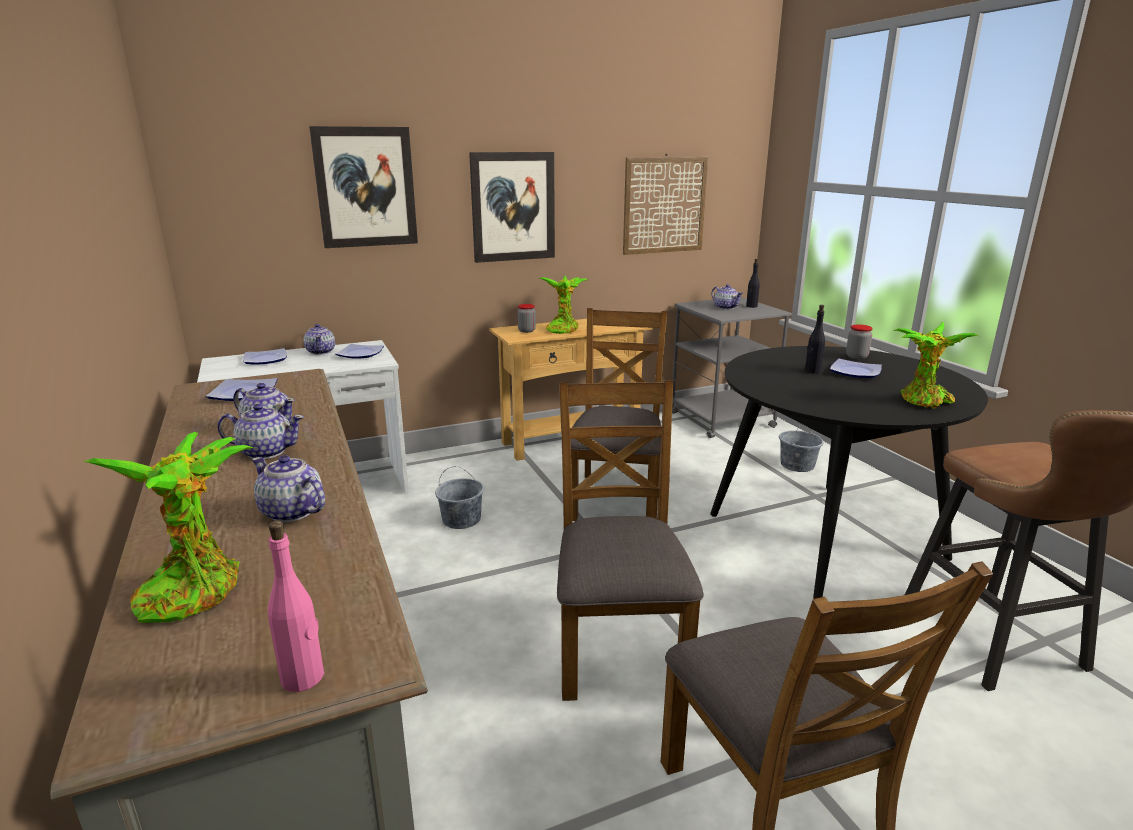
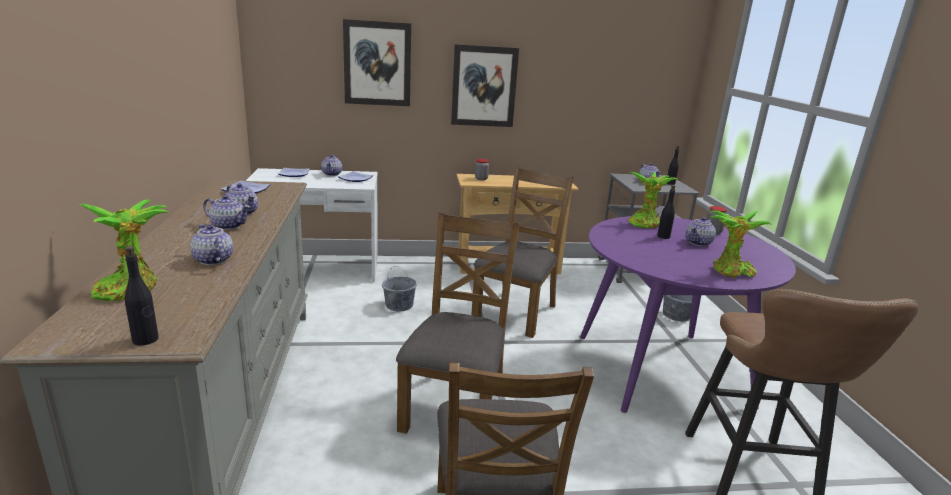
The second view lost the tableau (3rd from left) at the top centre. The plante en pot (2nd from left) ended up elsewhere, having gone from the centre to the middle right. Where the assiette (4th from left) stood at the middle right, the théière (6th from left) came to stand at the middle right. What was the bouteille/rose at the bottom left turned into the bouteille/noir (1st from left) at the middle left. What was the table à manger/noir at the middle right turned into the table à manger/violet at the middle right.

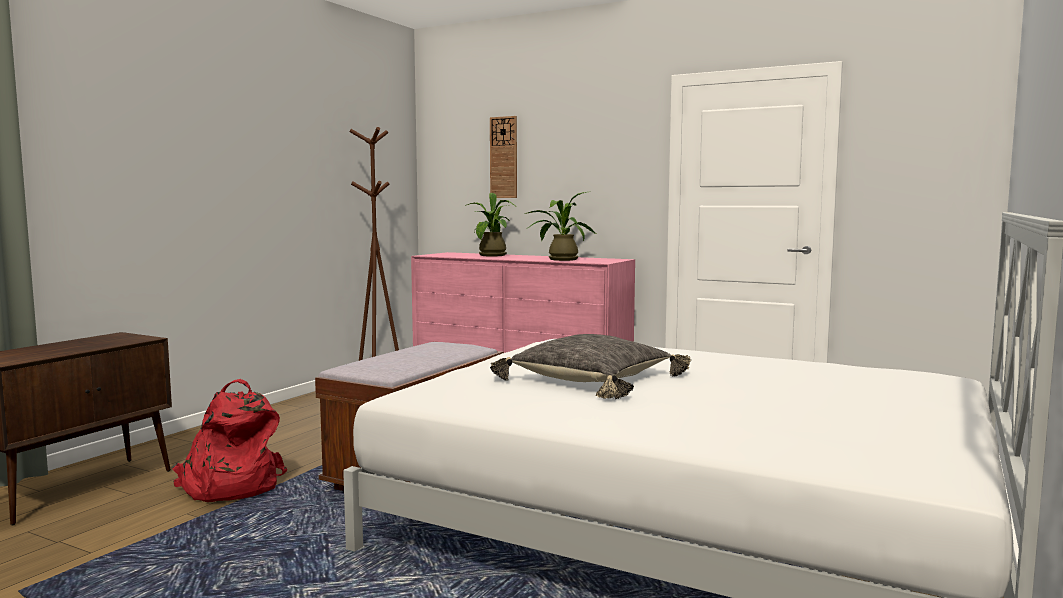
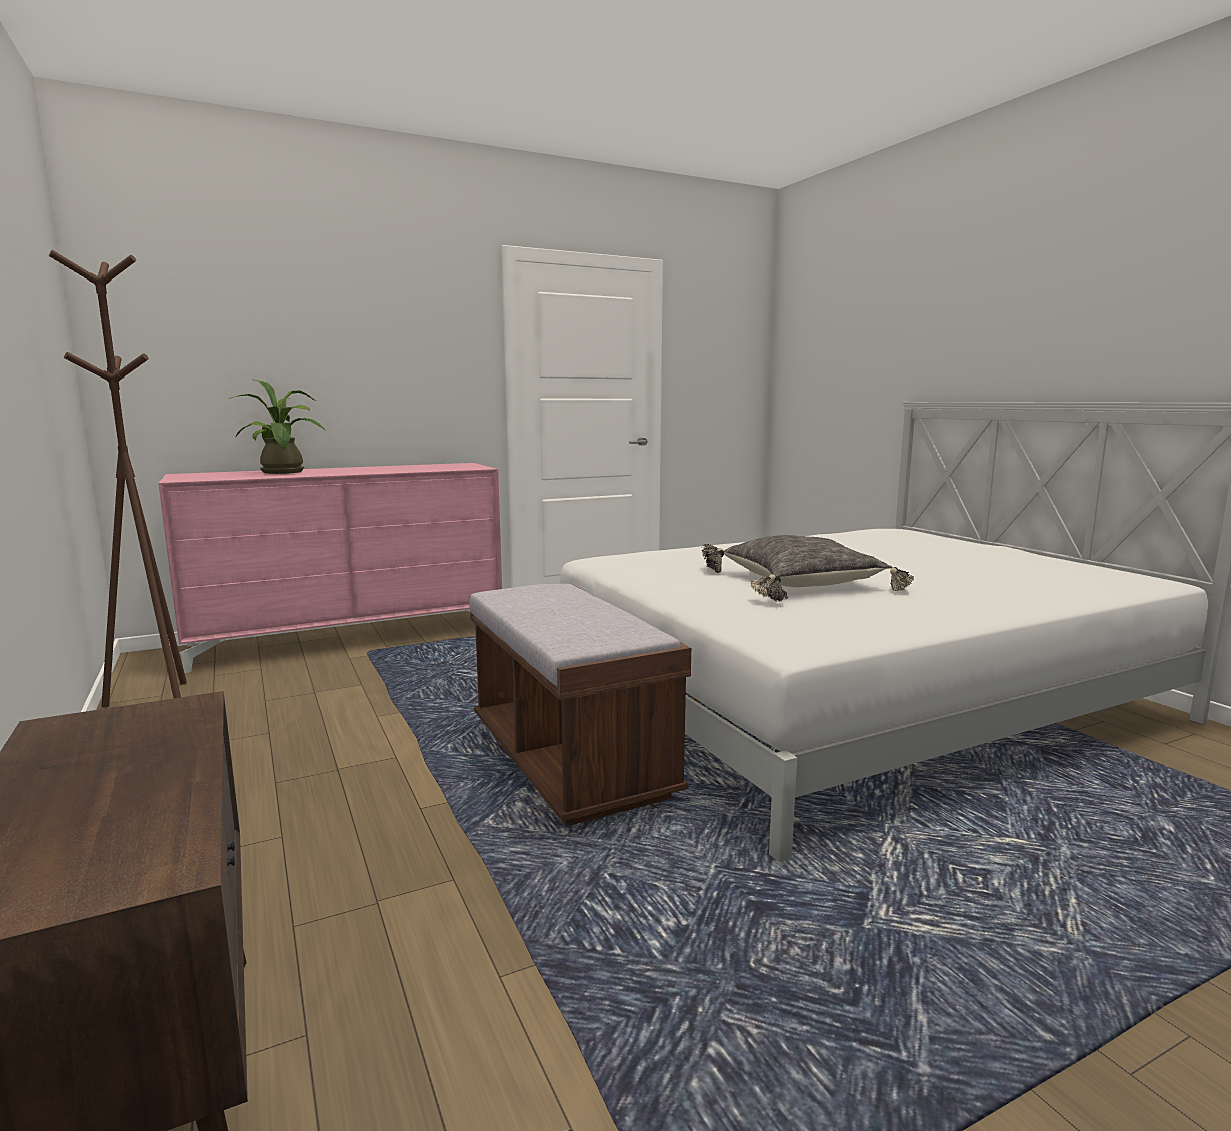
The second view lost the sac à dos/rouge at the bottom left. The second view lost the horloge murale at the top centre. The second view lost the plante en pot (2nd from left) at the centre.

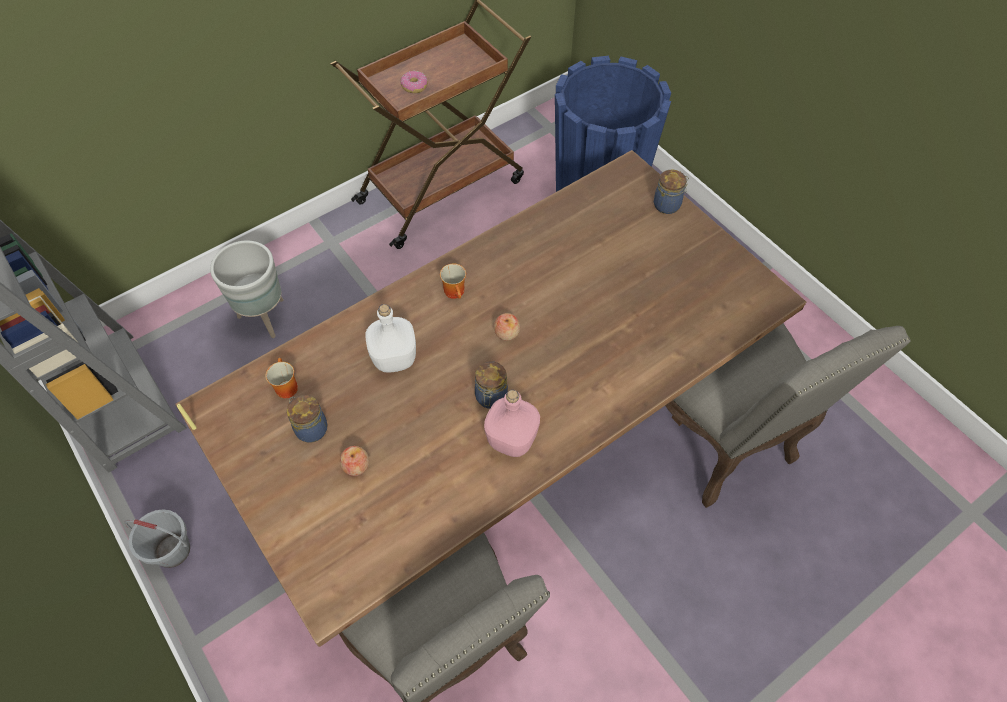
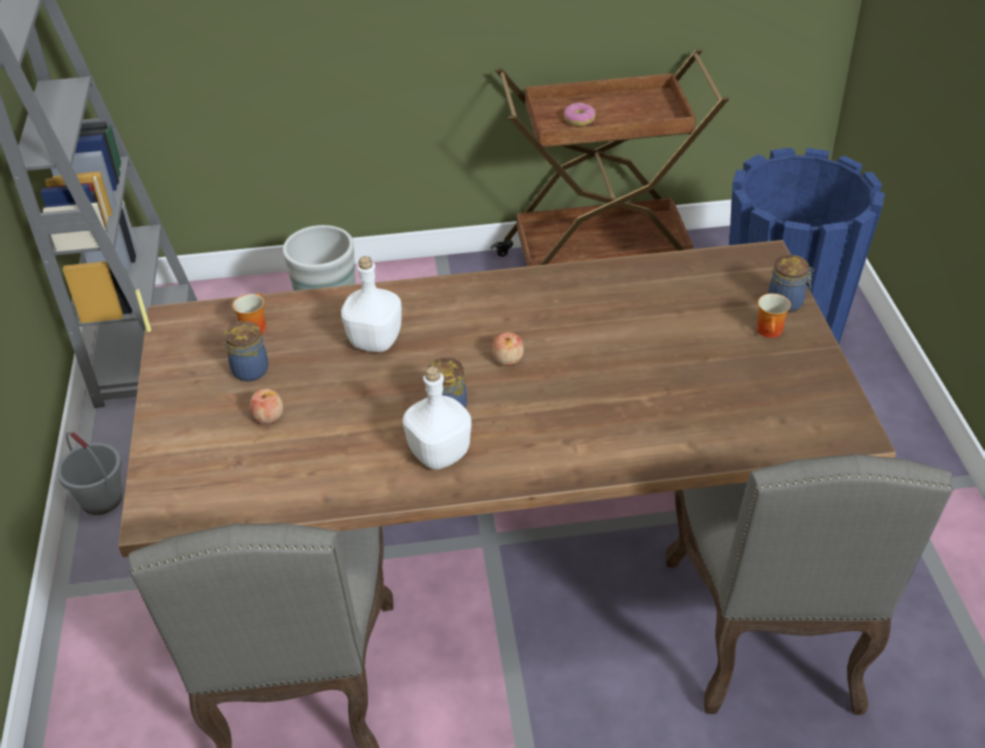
The mug (2nd from left) ended up elsewhere, having gone from the centre to the middle right. What was the bouteille/rose at the centre turned into the bouteille/blanc (2nd from left) at the centre.

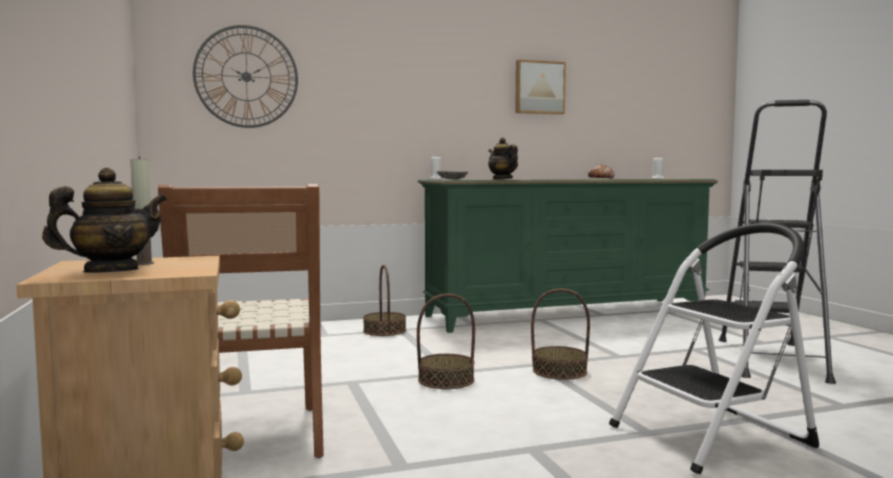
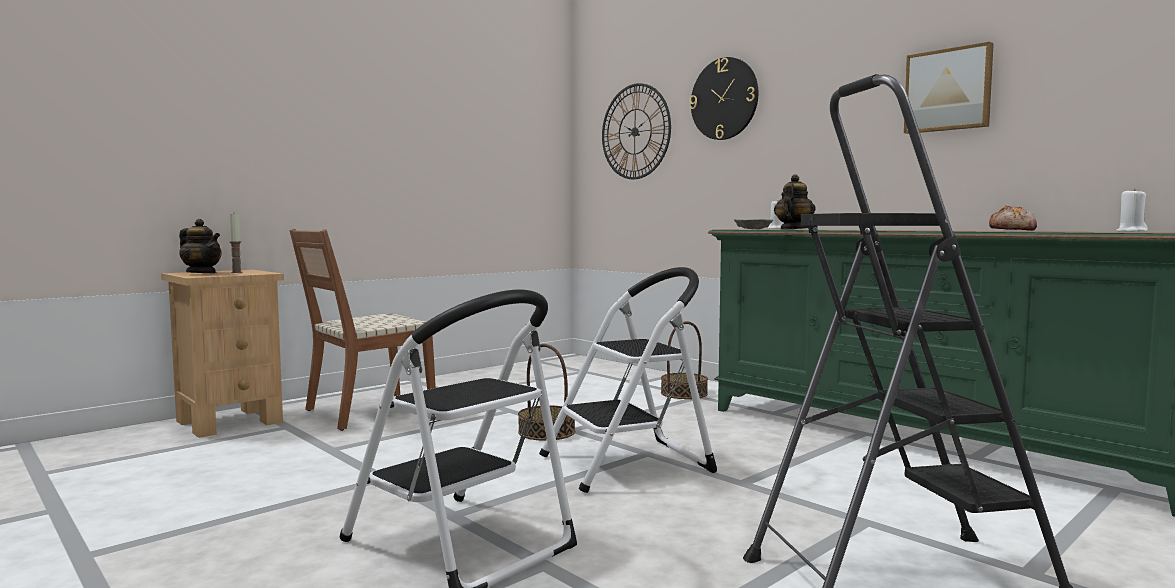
The second view gained the horloge murale (2nd from left) at the top centre. Where the panier (3rd from left) stood at the bottom centre, the escabeau (2nd from left) came to stand at the centre.

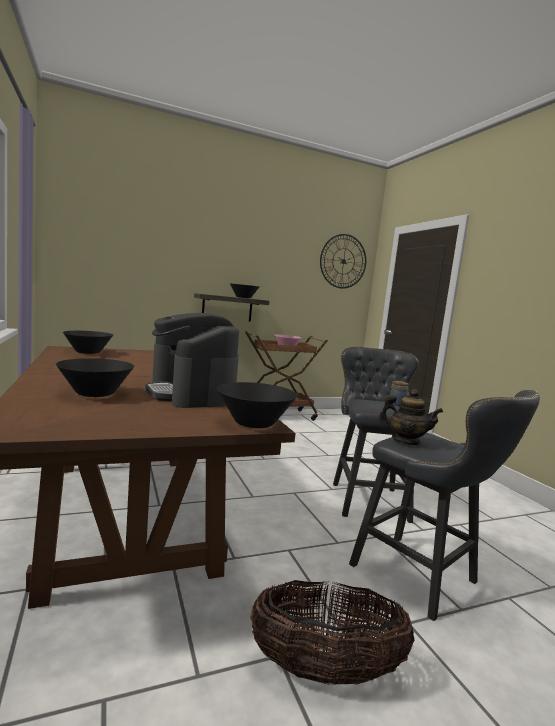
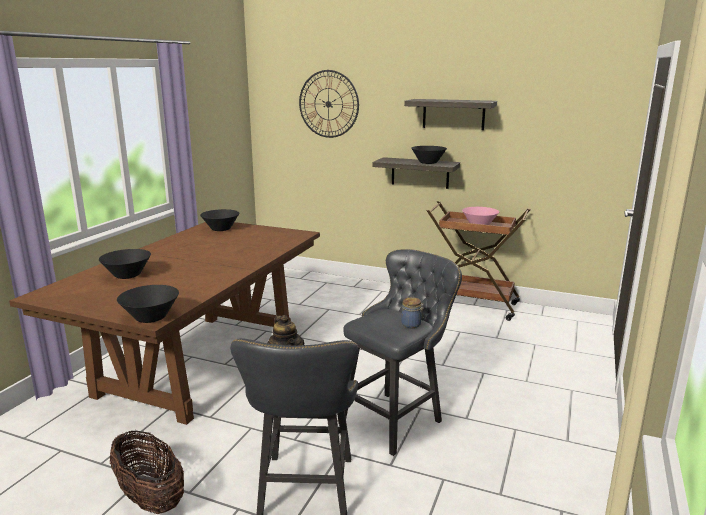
The second view lost the machine à café at the centre. The second view gained the étagère (2nd from left) at the top centre. The horloge murale ended up elsewhere, having gone from the centre to the top centre.

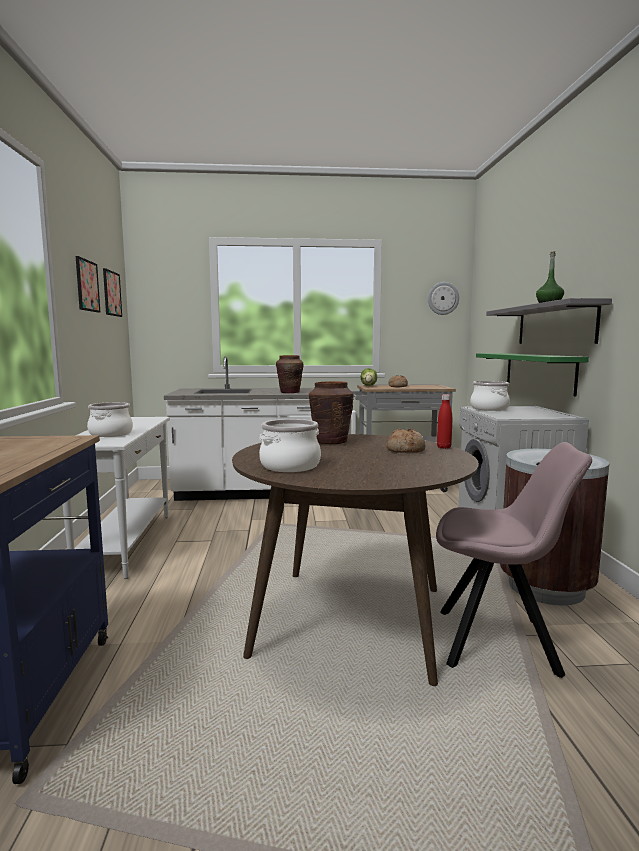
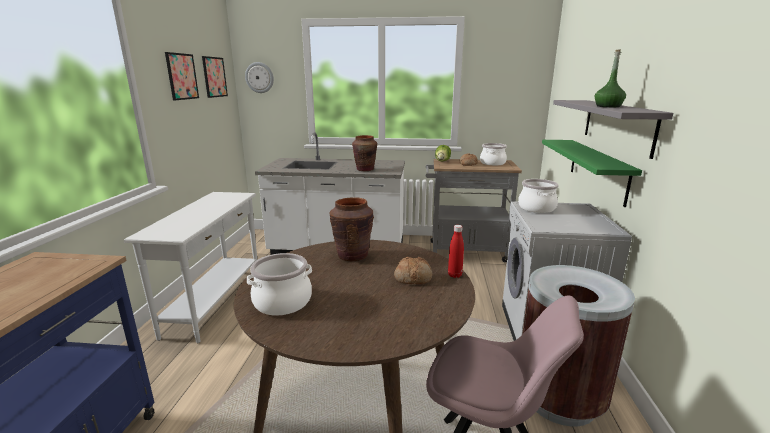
The marmite (1st from left in the first image) ended up elsewhere, having gone from the middle left to the centre. The horloge murale ended up elsewhere, having gone from the middle right to the top centre.

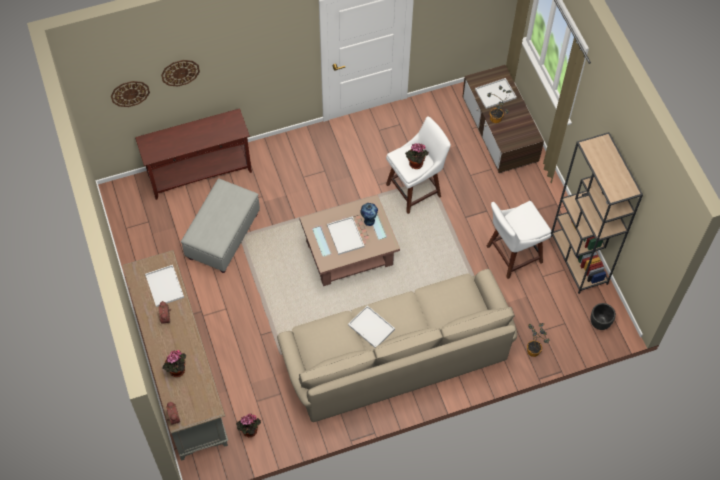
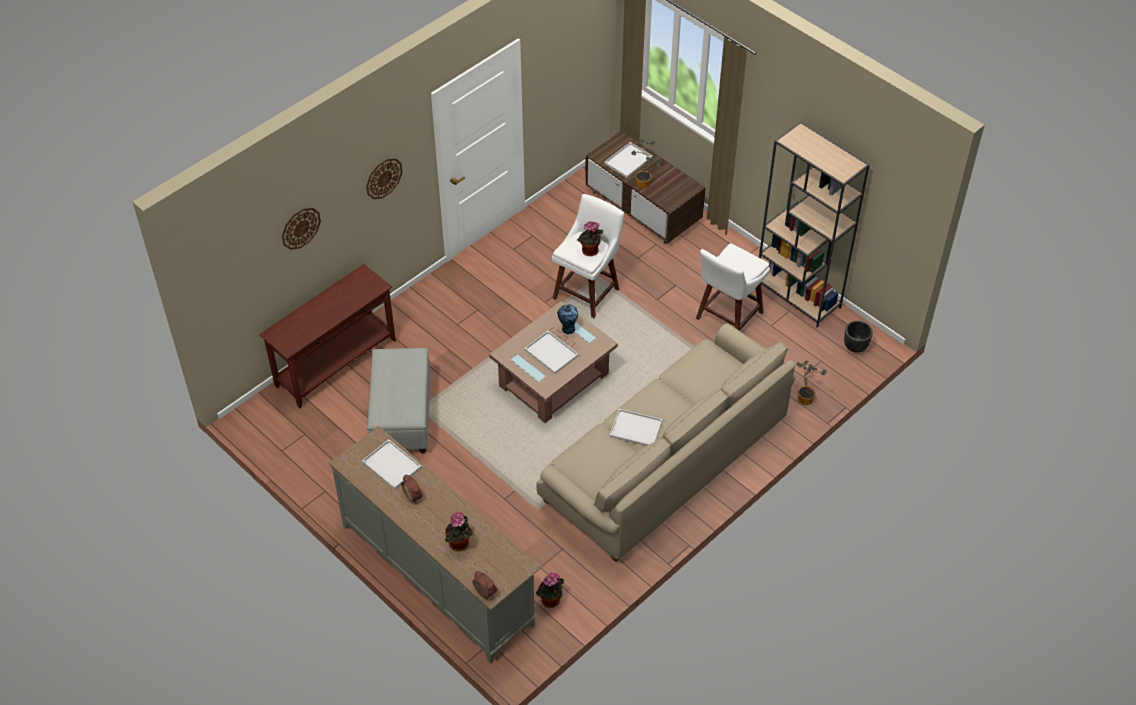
The horloge murale (1st from left in the first image) ended up elsewhere, having gone from the top left to the top centre.

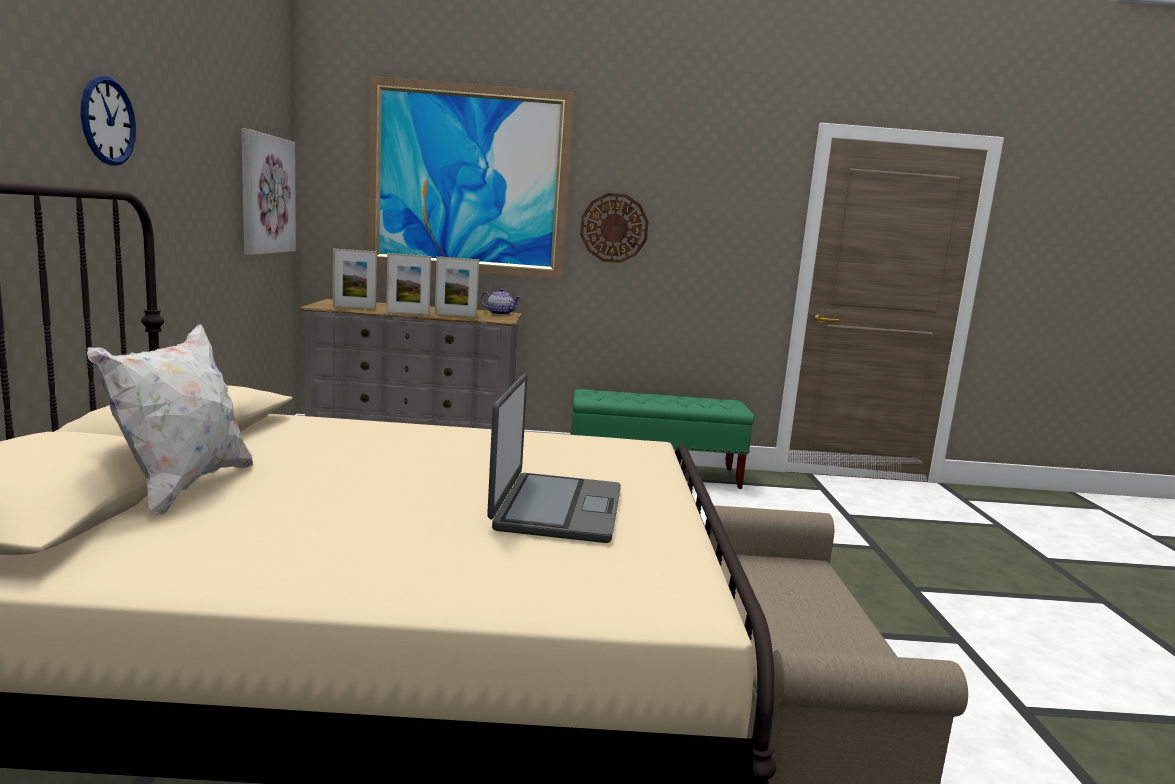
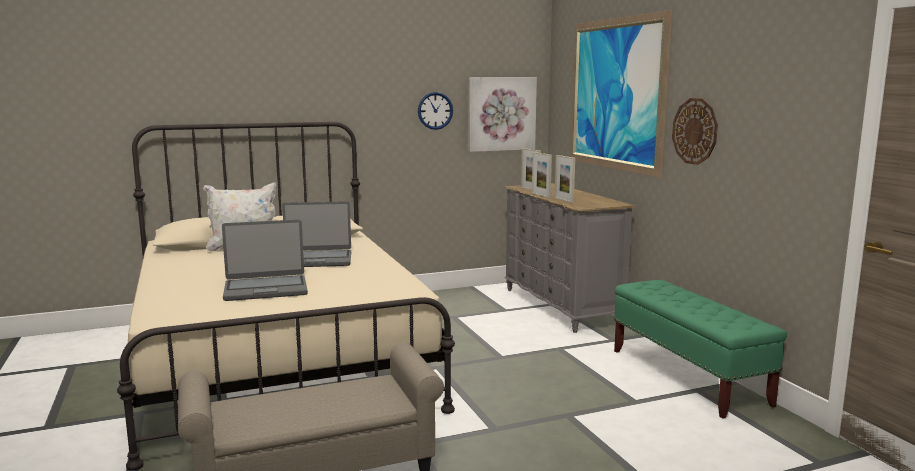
The second view lost the théière at the centre. The second view gained the ordinateur portable (2nd from left) at the centre. The horloge murale (1st from left) ended up elsewhere, having gone from the top left to the top centre.

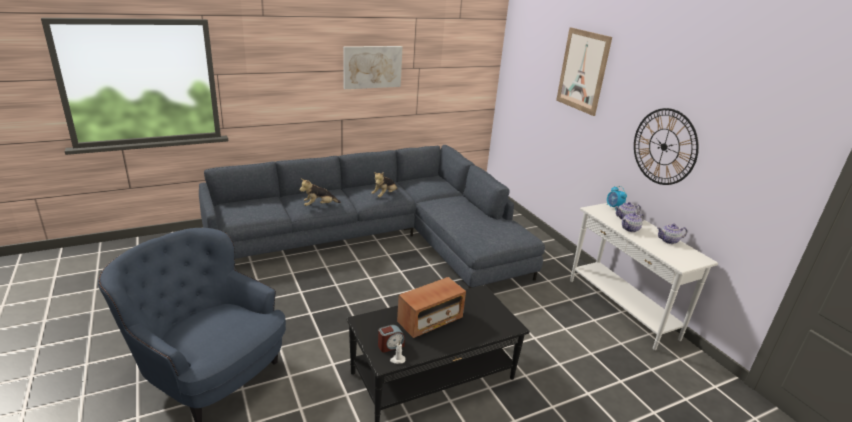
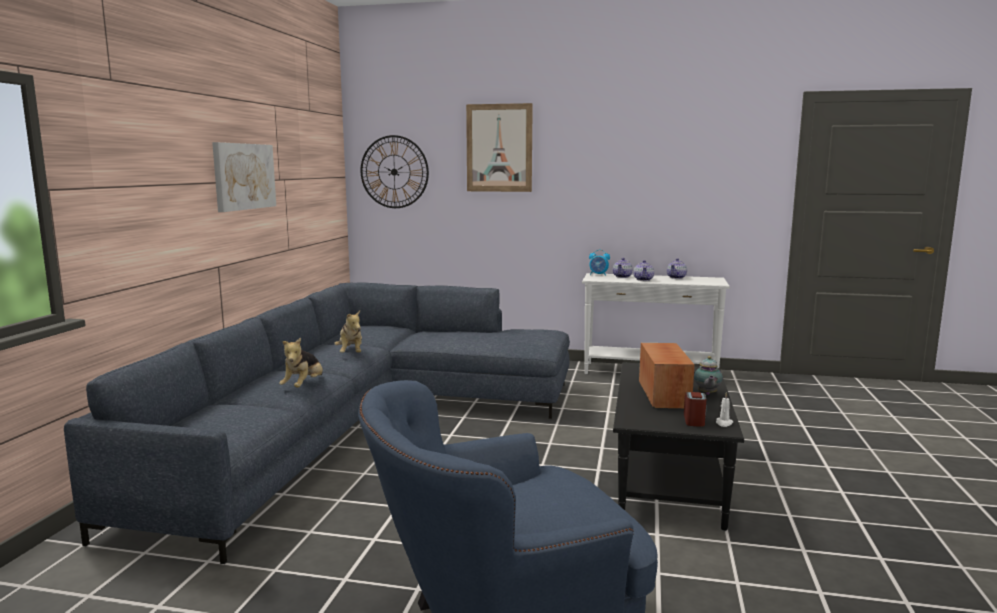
The second view gained the théière (4th from left) at the middle right. The horloge murale ended up elsewhere, having gone from the middle right to the top centre.

